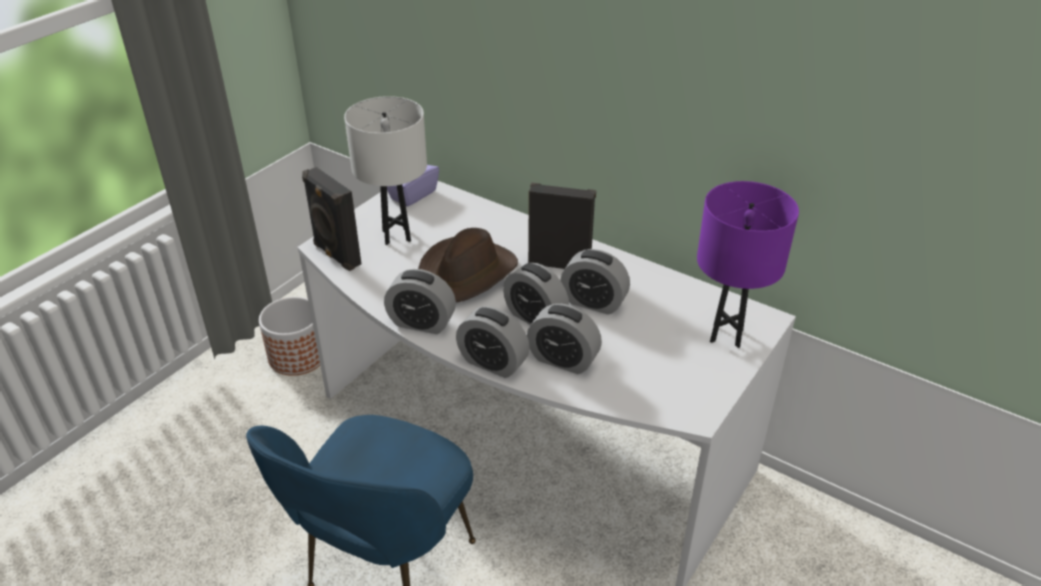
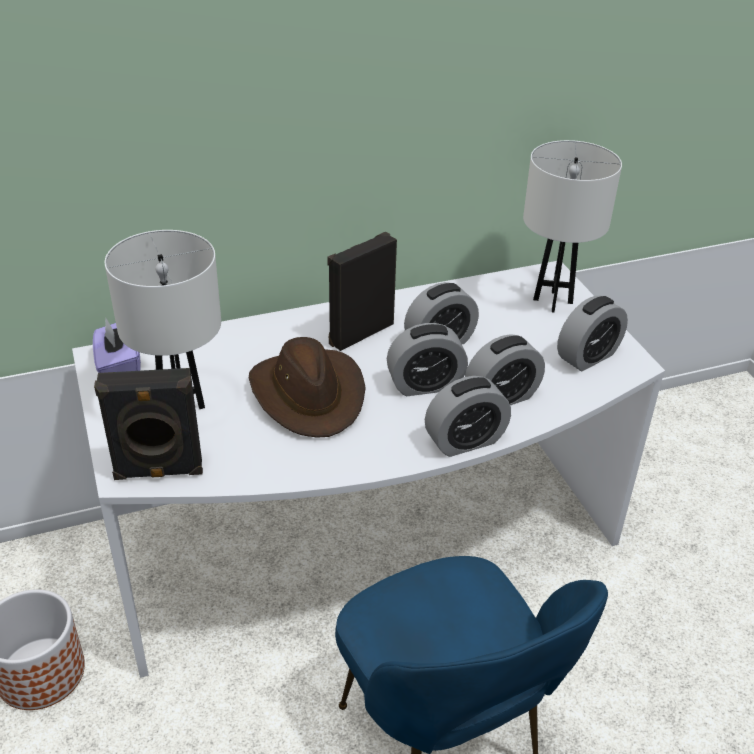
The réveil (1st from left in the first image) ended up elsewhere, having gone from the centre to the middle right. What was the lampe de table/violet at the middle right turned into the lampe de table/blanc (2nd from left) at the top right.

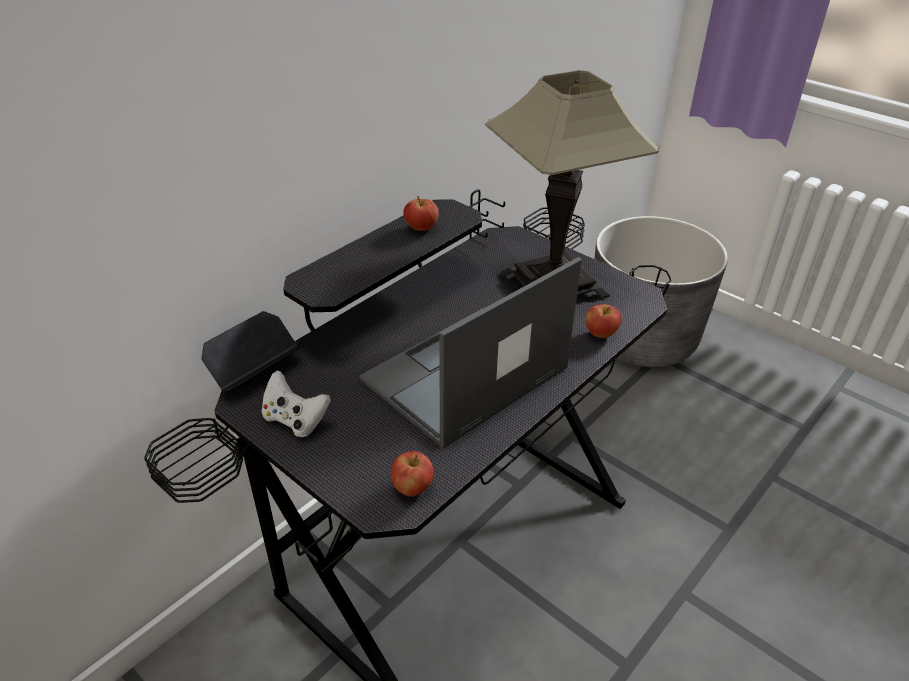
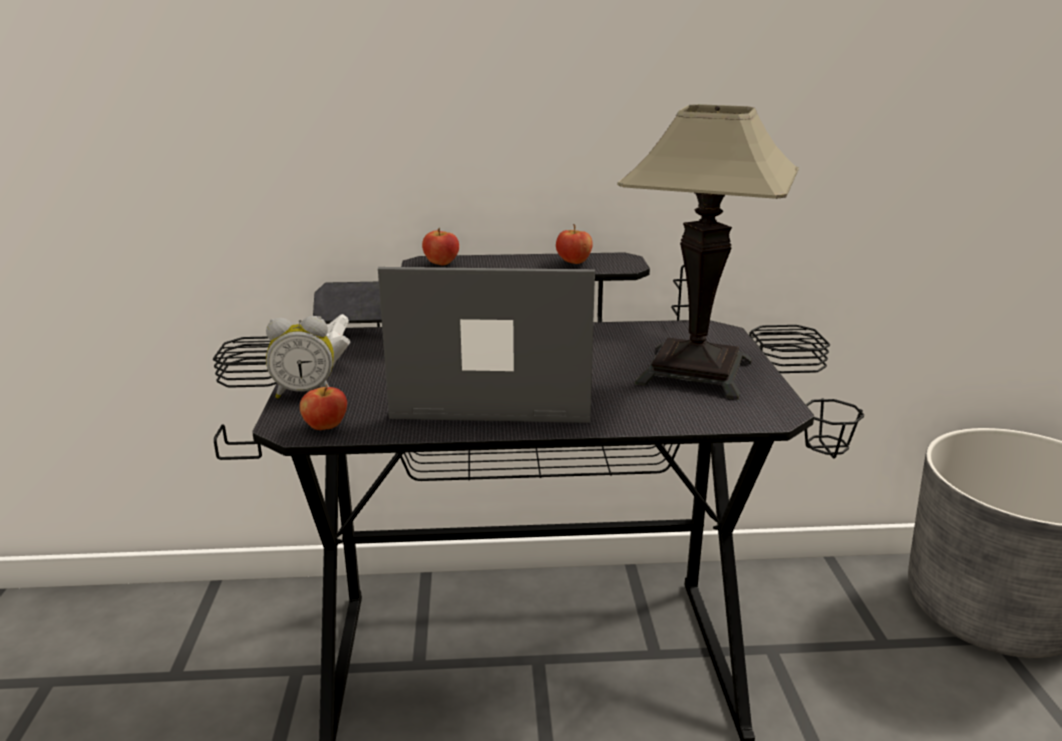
The second view gained the réveil at the middle left. The pomme (3rd from left in the first image) ended up elsewhere, having gone from the centre to the top centre.

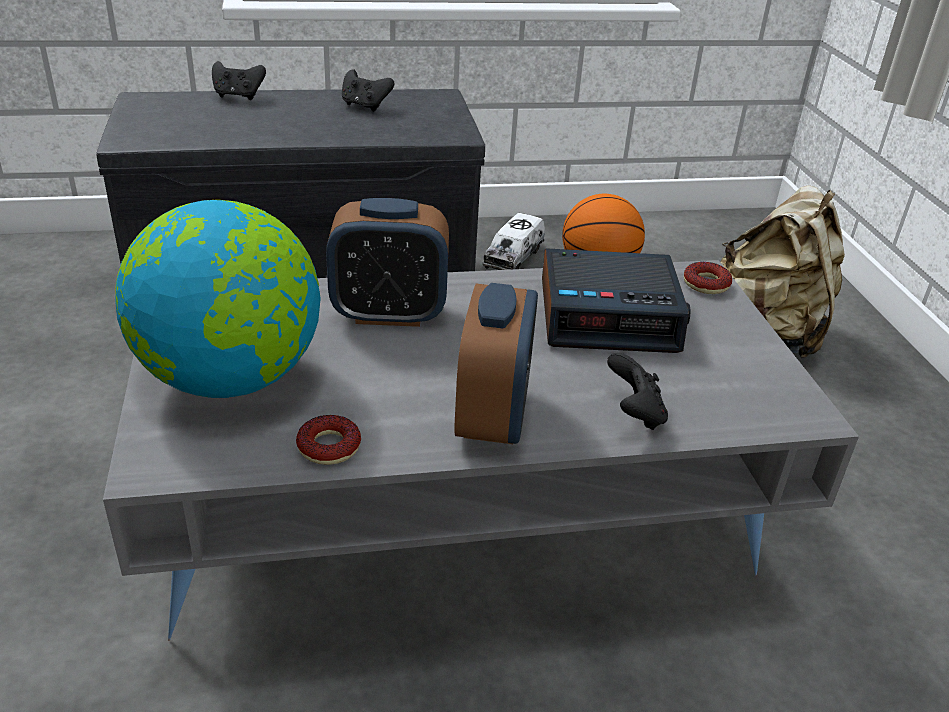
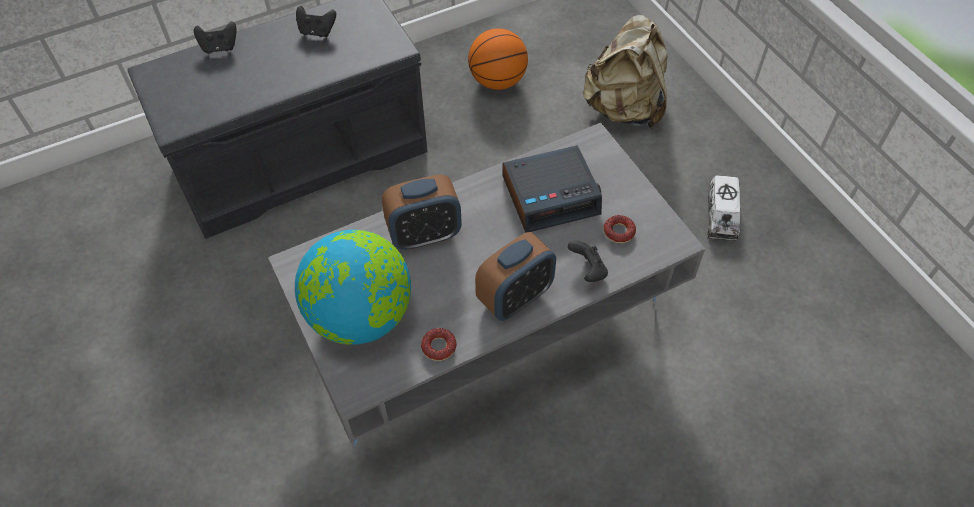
The camion jouet ended up elsewhere, having gone from the centre to the middle right. The beignet (2nd from left) ended up elsewhere, having gone from the middle right to the centre. The réveil (2nd from left) at the centre ended up facing another way, 60 degrees clockwise from before.

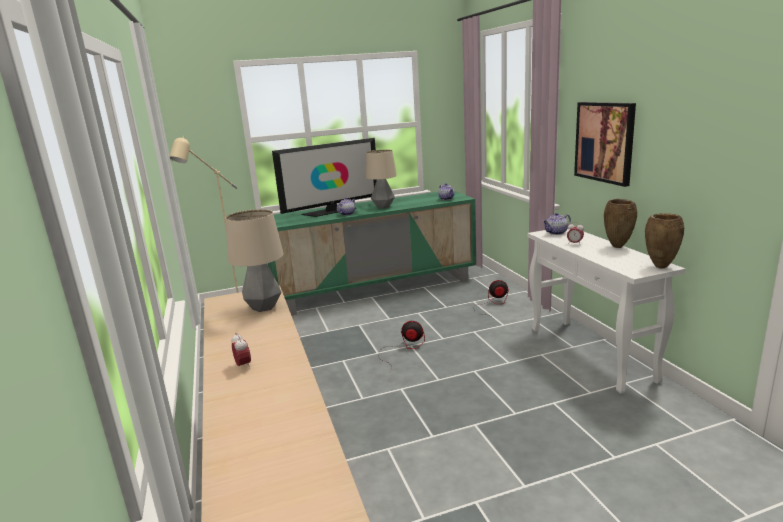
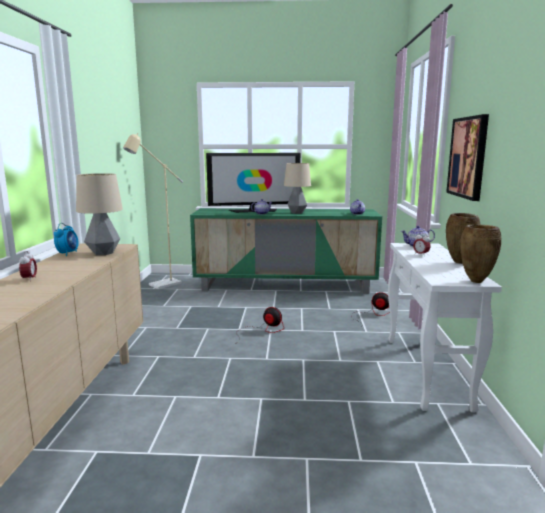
The second view gained the réveil (2nd from left) at the middle left.

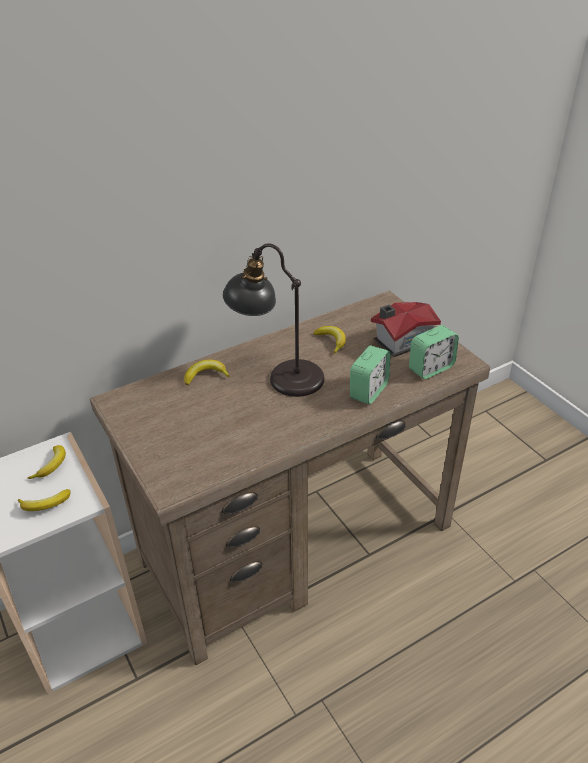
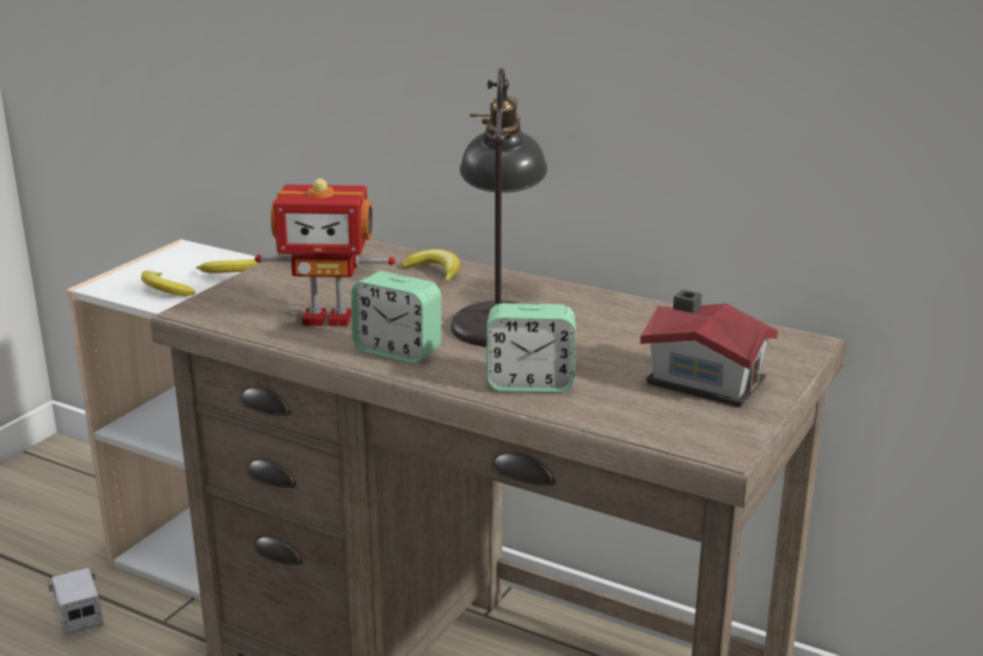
The second view lost the banane (4th from left) at the centre. The second view gained the camion jouet at the bottom left. The second view gained the robot jouet at the middle left. The réveil (2nd from left in the first image) ended up elsewhere, having gone from the middle right to the centre.

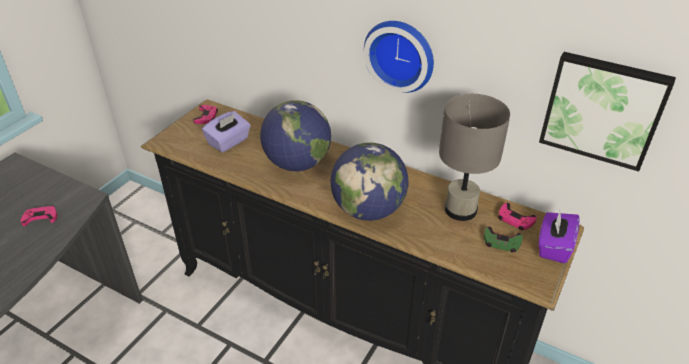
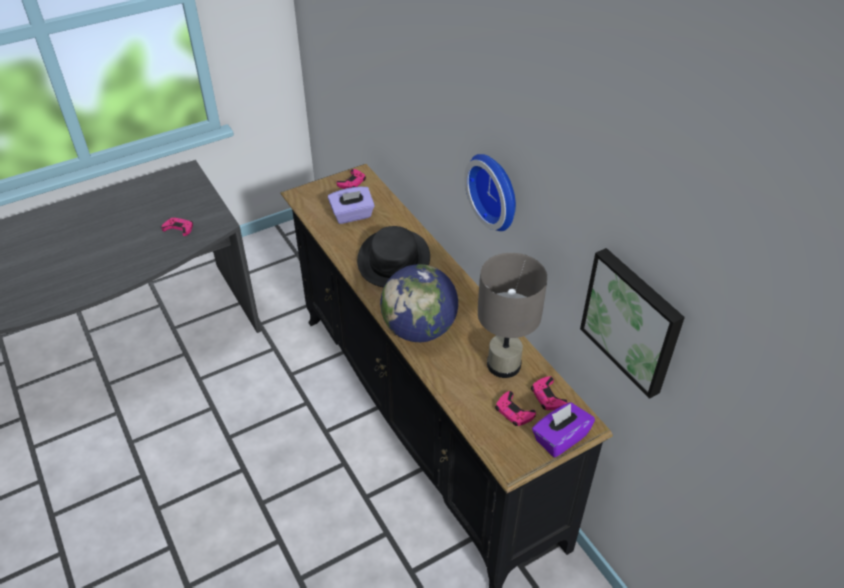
Where the globe (1st from left) stood at the centre, the chapeau/noir came to stand at the centre. What was the manette/vert at the middle right turned into the manette/rose (3rd from left) at the bottom centre.

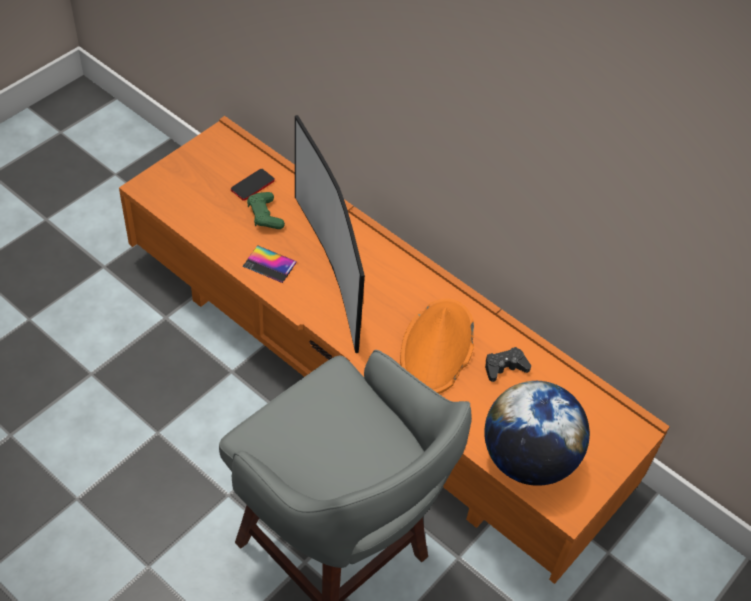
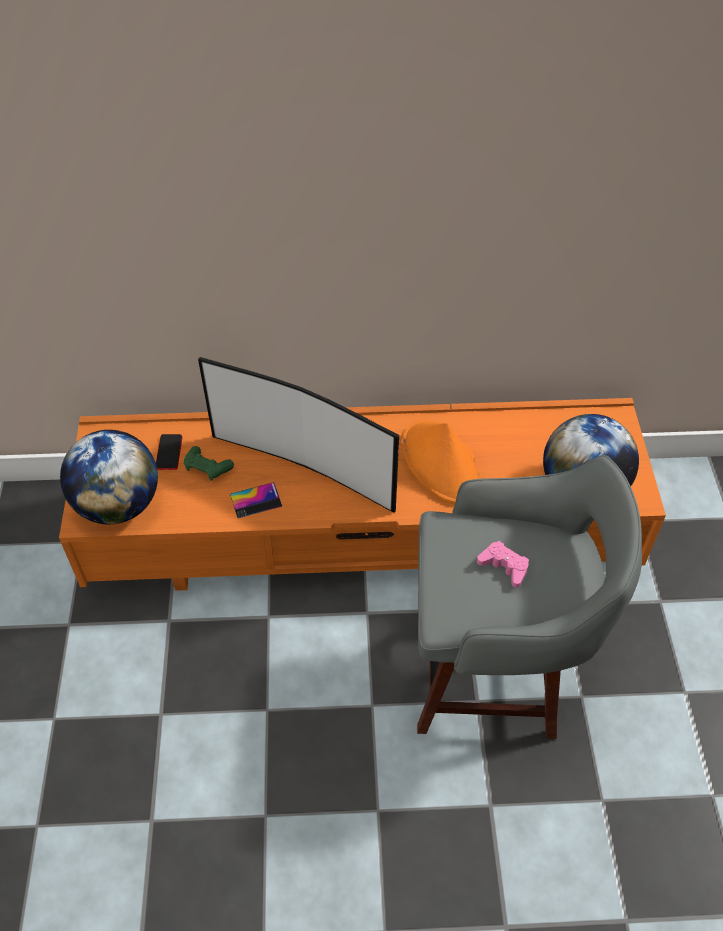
The second view lost the manette/noir at the middle right. The second view gained the globe (1st from left) at the middle left. The second view gained the manette/rose at the middle right.

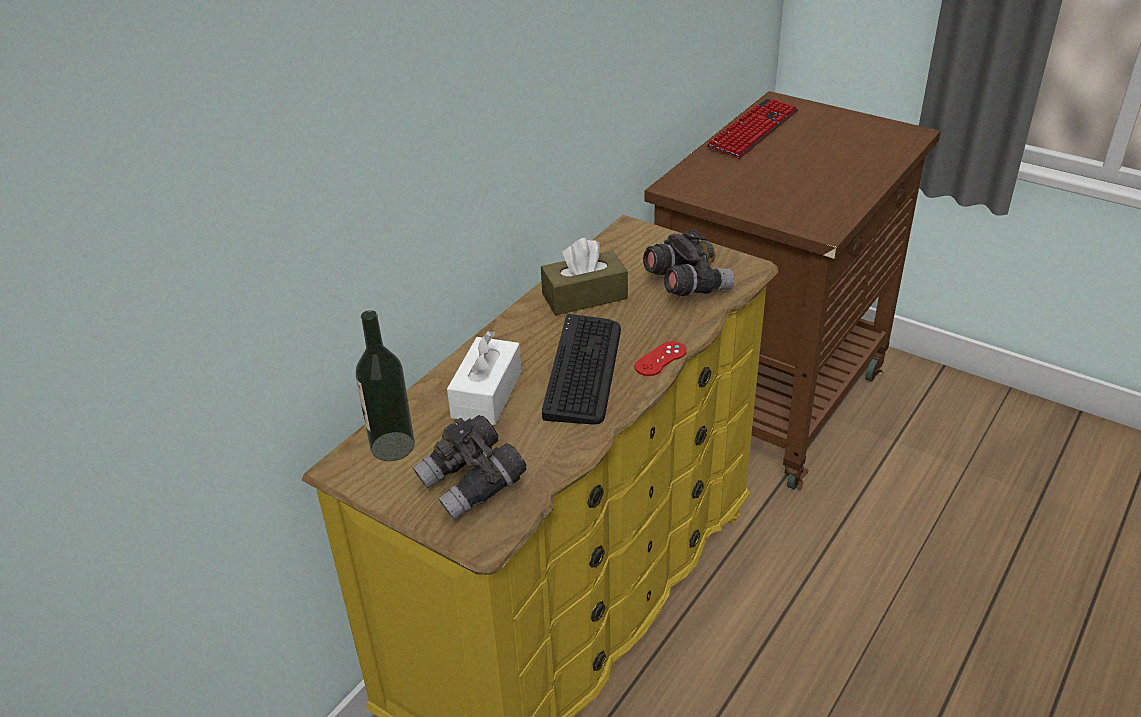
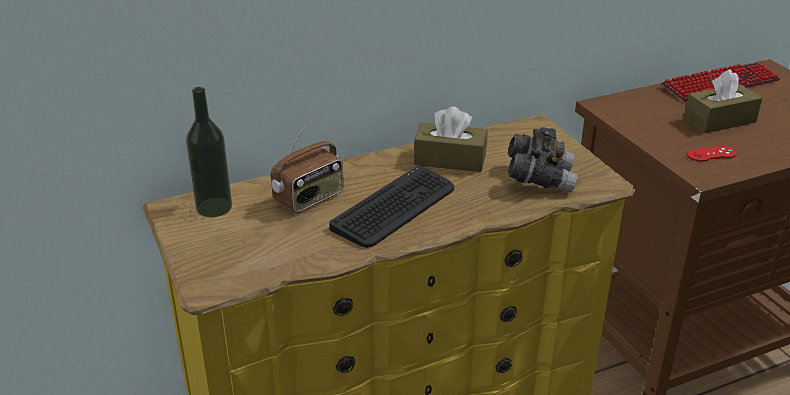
The second view lost the jumelles/gris (1st from left) at the centre. The second view gained the boîte à mouchoirs/marron (2nd from left) at the top right. The manette/rouge ended up elsewhere, having gone from the centre to the middle right. Where the boîte à mouchoirs/blanc stood at the centre, the radio came to stand at the centre.

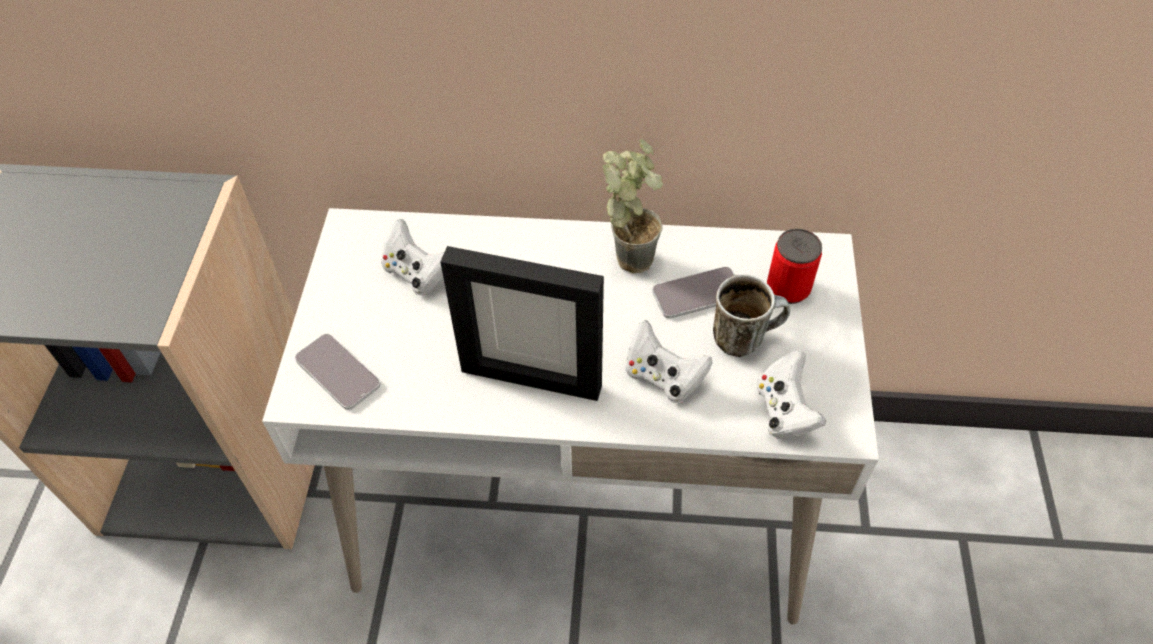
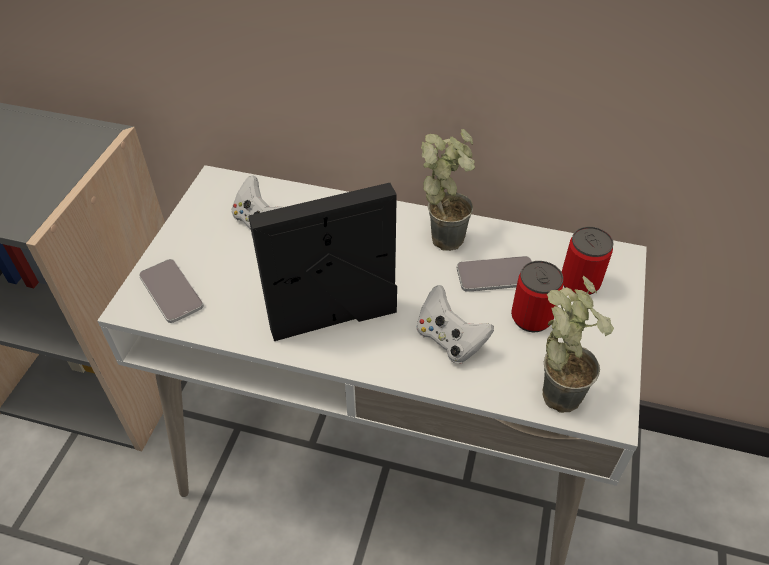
Where the mug stood at the centre, the boîte métallique (1st from left) came to stand at the middle right. Where the manette/blanc (3rd from left) stood at the middle right, the plante en pot (2nd from left) came to stand at the middle right. The cadre photo at the centre ended up facing another way, 135 degrees clockwise from before.

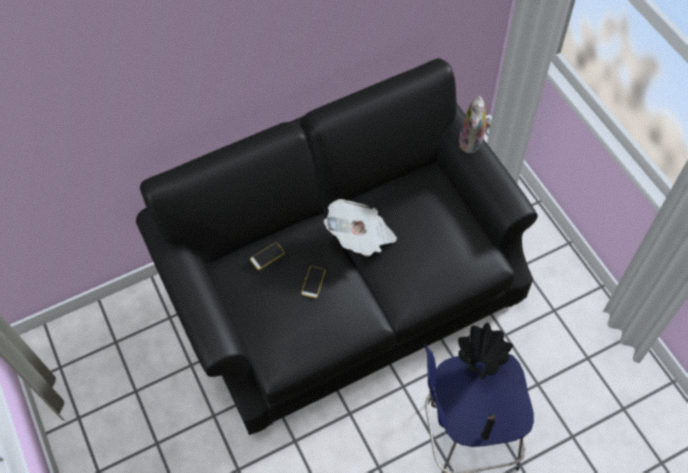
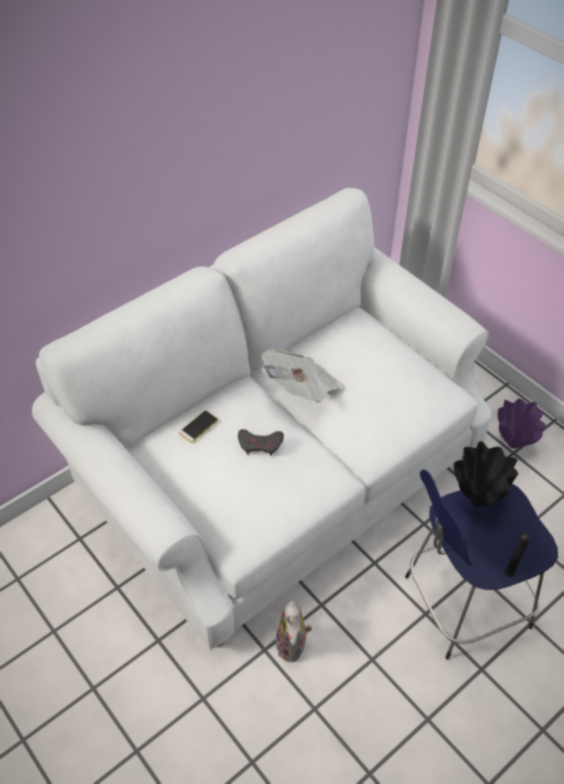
The second view gained the vase/violet at the middle right. The peluche ended up elsewhere, having gone from the top right to the bottom centre. Where the téléphone (2nd from left) stood at the centre, the manette/gris came to stand at the centre. What was the canapé/noir at the centre turned into the canapé/blanc at the centre.

